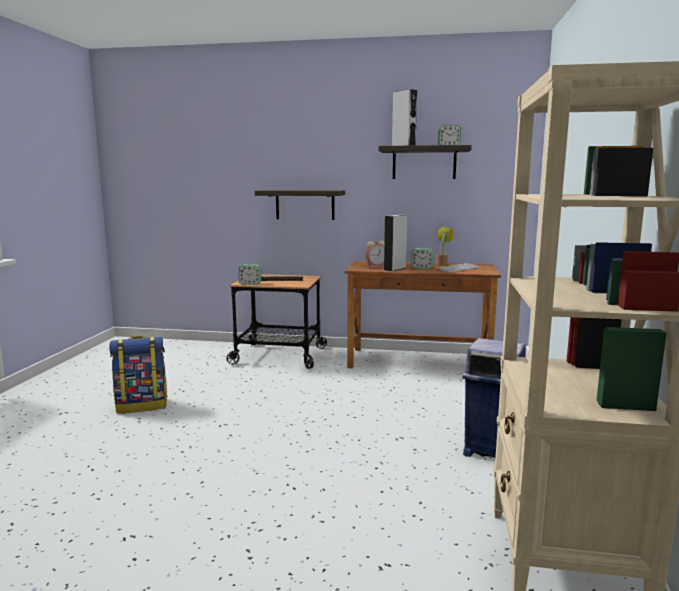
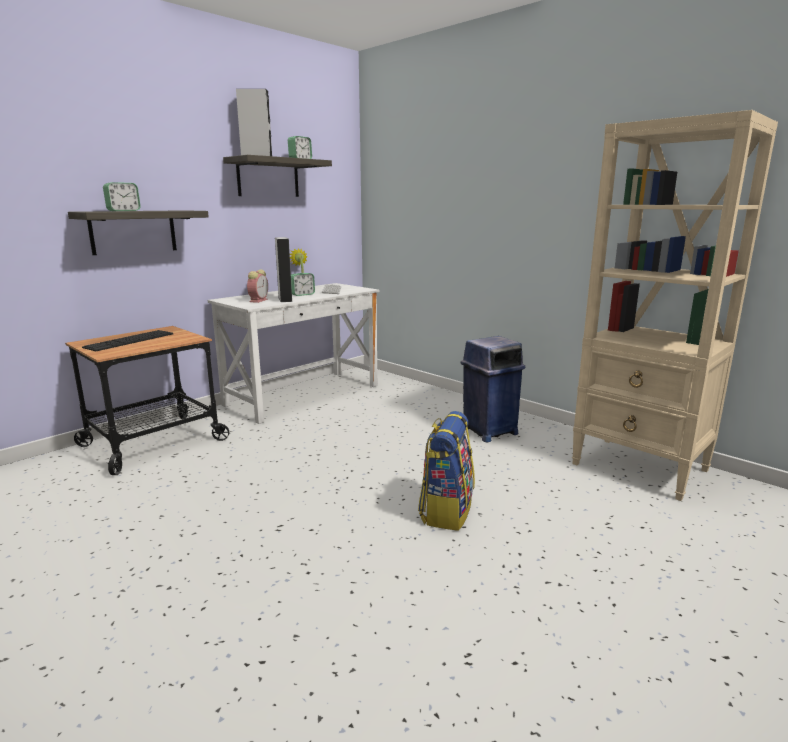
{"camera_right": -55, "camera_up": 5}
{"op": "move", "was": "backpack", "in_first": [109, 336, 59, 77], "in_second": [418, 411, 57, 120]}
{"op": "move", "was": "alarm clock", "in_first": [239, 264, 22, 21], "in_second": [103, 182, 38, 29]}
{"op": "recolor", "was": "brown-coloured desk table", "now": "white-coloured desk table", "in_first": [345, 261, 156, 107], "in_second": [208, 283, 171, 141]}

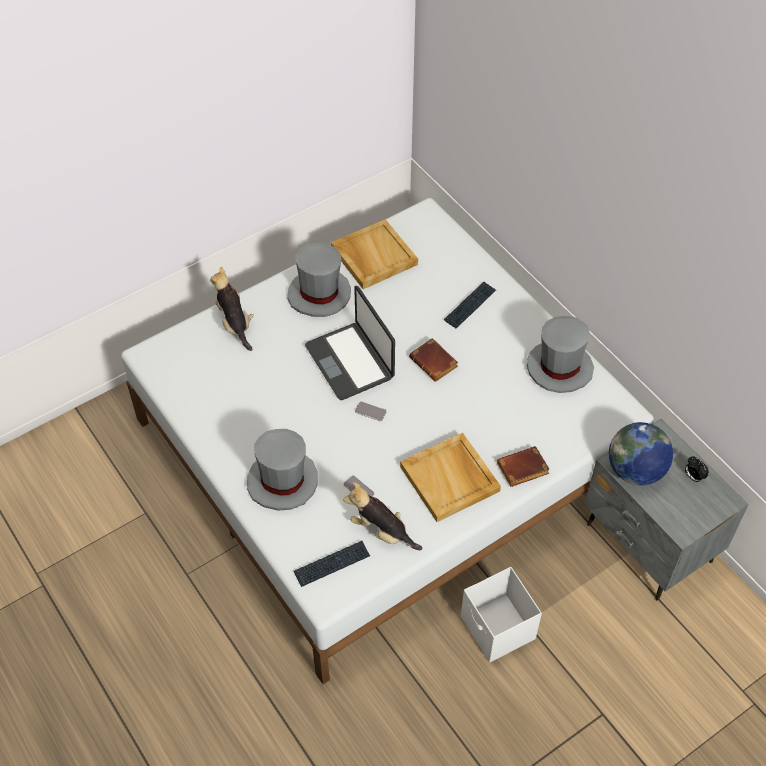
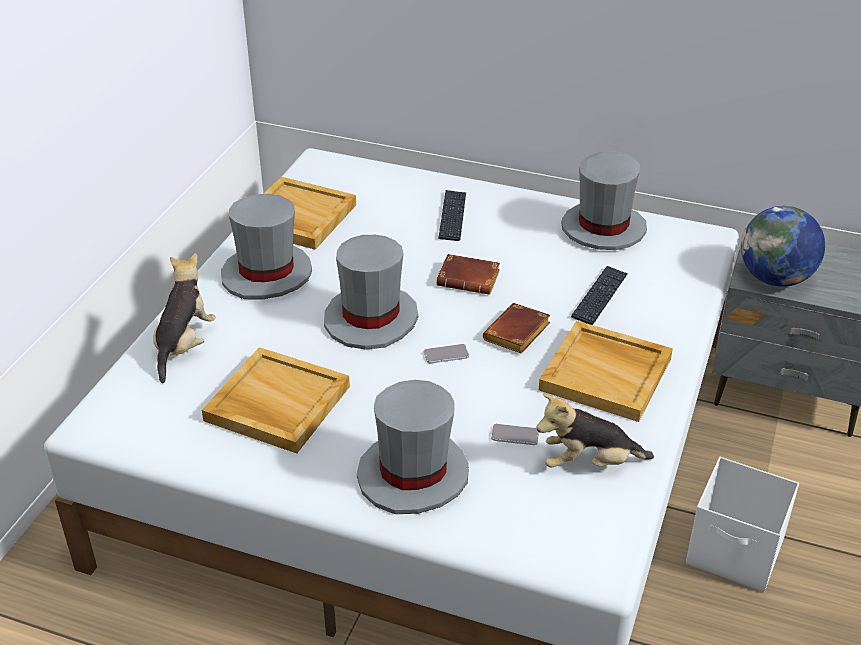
{"camera_right": -35, "camera_up": -15}
{"op": "delete", "was": "alarm clock", "in_first": [685, 456, 24, 26]}
{"op": "insert", "now": "beige-coloured carrying tray", "in_second": [202, 347, 148, 107]}
{"op": "move", "was": "PC keyboard", "in_first": [294, 541, 76, 46], "in_second": [571, 266, 57, 59]}
{"op": "move", "was": "brown-coloured volume", "in_first": [497, 446, 53, 41], "in_second": [483, 303, 67, 51]}
{"op": "replace", "was": "laptop", "now": "gray clothing hat", "in_first": [305, 286, 90, 114], "in_second": [324, 235, 94, 115]}
{"op": "rotate", "was": "cuddly toy", "in_first": [210, 266, 43, 85], "in_second": [153, 253, 63, 130], "clockwise": 75}

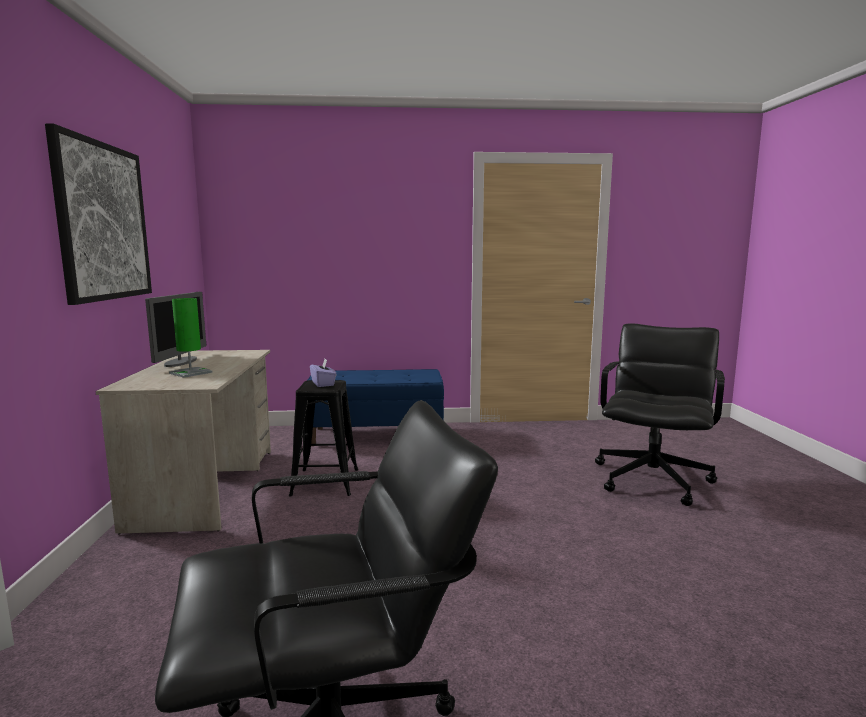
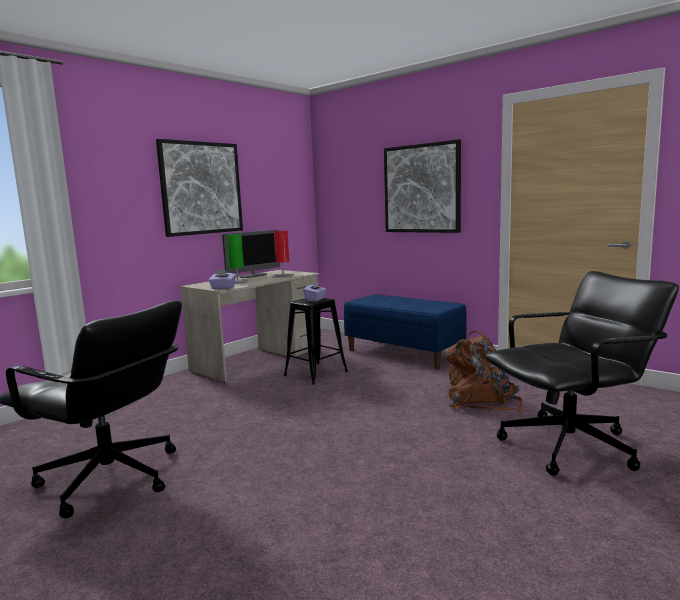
{"camera_right": 45, "camera_up": 0}
{"op": "insert", "now": "purple box of tissues", "in_second": [209, 270, 27, 19]}
{"op": "insert", "now": "reddish lamp for a table", "in_second": [272, 231, 22, 47]}
{"op": "insert", "now": "picture", "in_second": [384, 139, 77, 94]}
{"op": "insert", "now": "brown-coloured backpack", "in_second": [446, 331, 77, 81]}

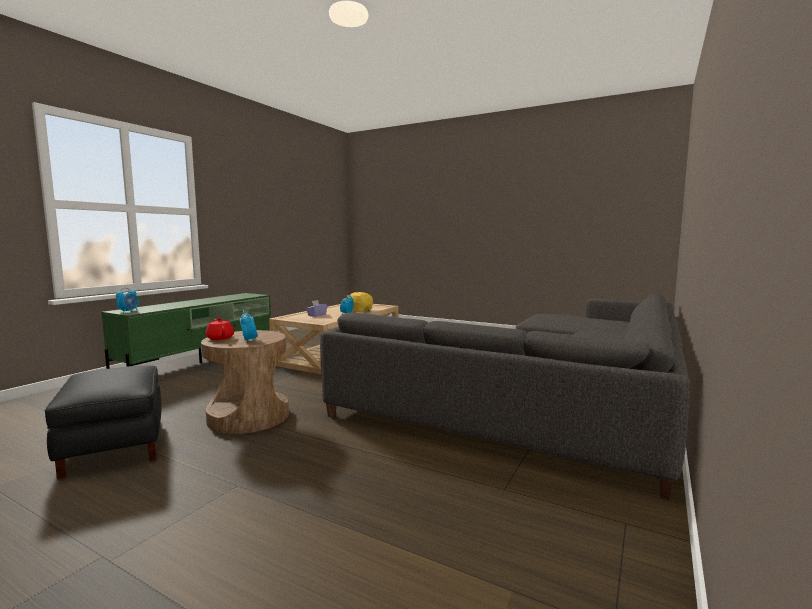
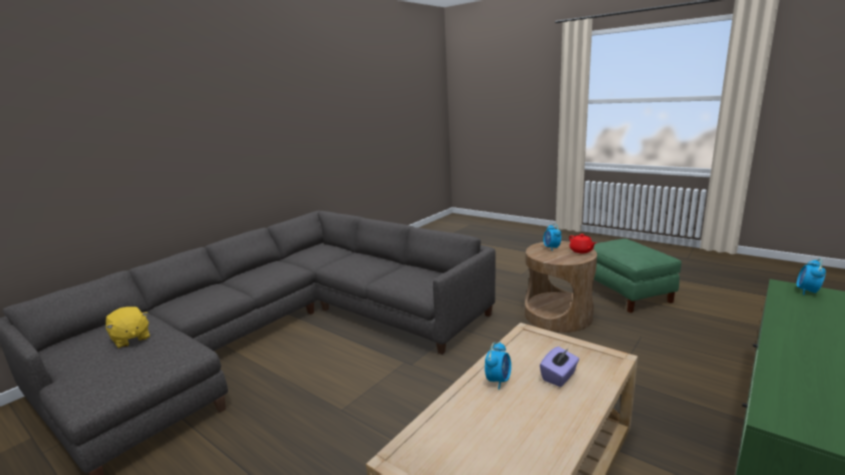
{"camera_right": -170, "camera_up": 10}
{"op": "move", "was": "yellowish cuddly toy", "in_first": [347, 292, 26, 20], "in_second": [106, 307, 44, 41]}
{"op": "recolor", "was": "black-coloured pouffe", "now": "greenish pouffe", "in_first": [45, 365, 117, 114], "in_second": [593, 239, 88, 74]}

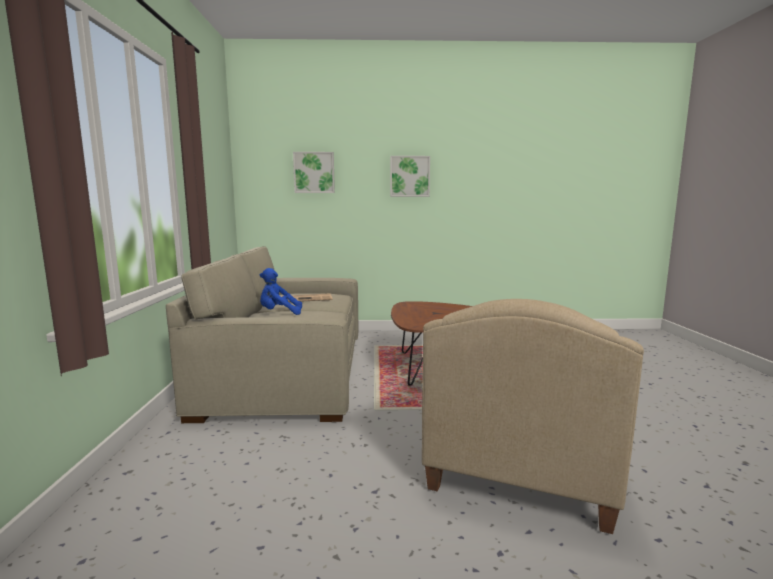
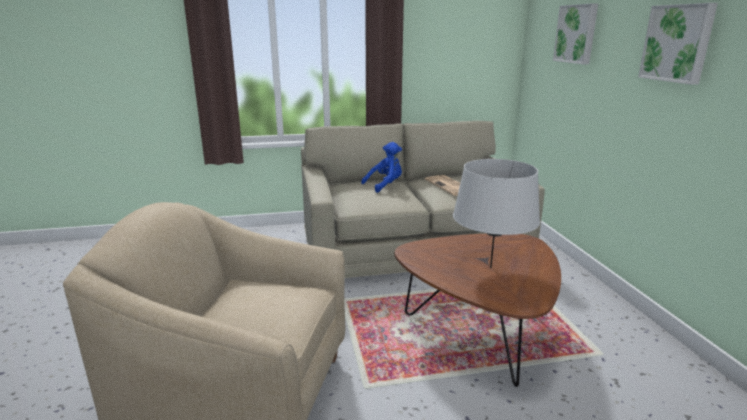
{"camera_right": 80, "camera_up": 10}
{"op": "insert", "now": "gray lamp for a table", "in_second": [453, 159, 87, 109]}
{"op": "rotate", "was": "blue-coloured cuddly toy", "in_first": [260, 268, 42, 47], "in_second": [361, 142, 41, 51], "clockwise": 75}

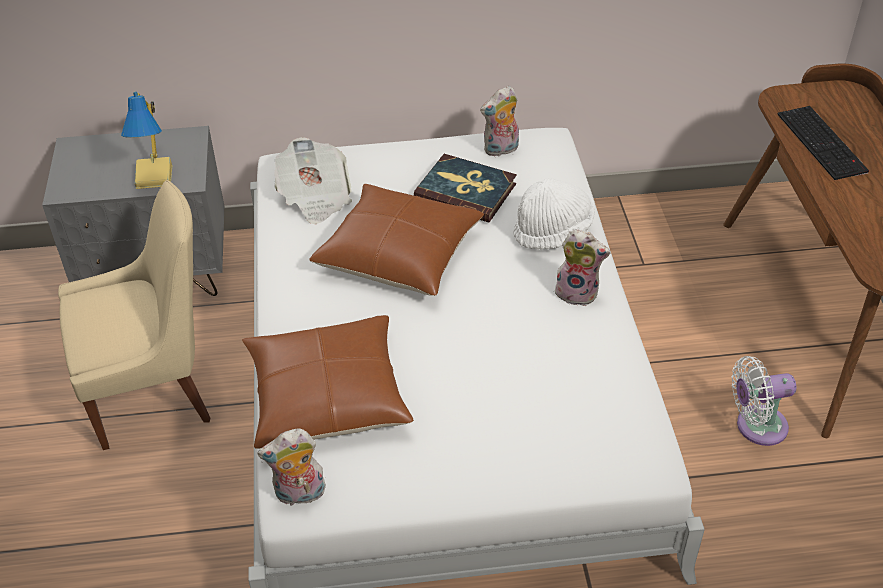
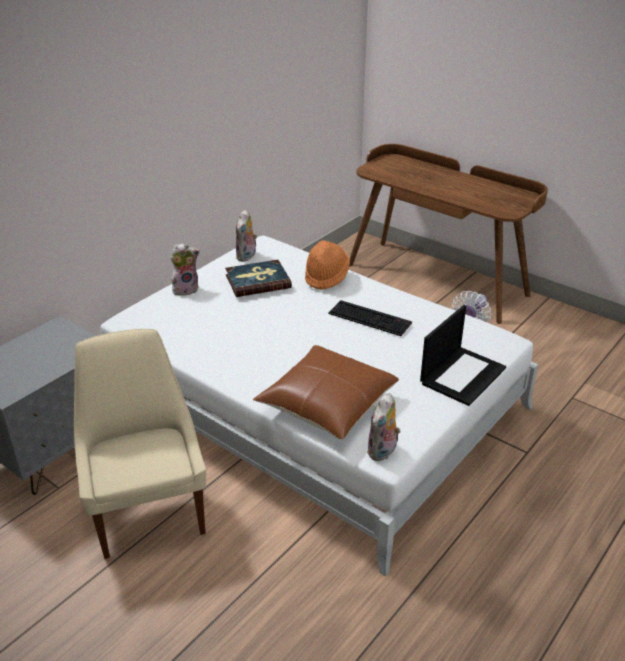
{"camera_right": -45, "camera_up": -10}
{"op": "delete", "was": "lamp for a table", "in_first": [121, 92, 51, 97]}
{"op": "delete", "was": "printed paper", "in_first": [274, 137, 78, 87]}
{"op": "delete", "was": "brown-coloured pillow", "in_first": [309, 184, 175, 112]}
{"op": "insert", "now": "laptop", "in_second": [420, 305, 86, 101]}
{"op": "move", "was": "cuddly toy", "in_first": [553, 229, 58, 77], "in_second": [170, 243, 30, 52]}
{"op": "move", "was": "PC keyboard", "in_first": [777, 106, 92, 74], "in_second": [328, 300, 84, 36]}
{"op": "recolor", "was": "white-coloured clothing hat", "now": "orangey clothing hat", "in_first": [513, 178, 82, 72], "in_second": [305, 240, 45, 50]}
{"op": "rotate", "was": "beige-coloured plain chair", "in_first": [58, 180, 152, 270], "in_second": [74, 329, 132, 230], "clockwise": -45}

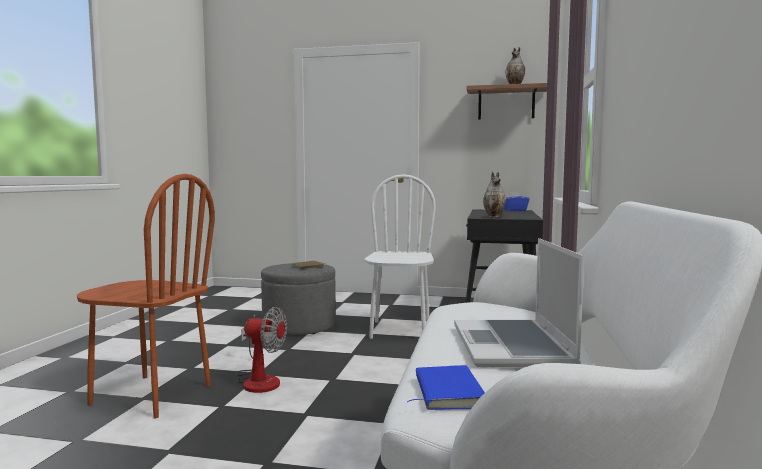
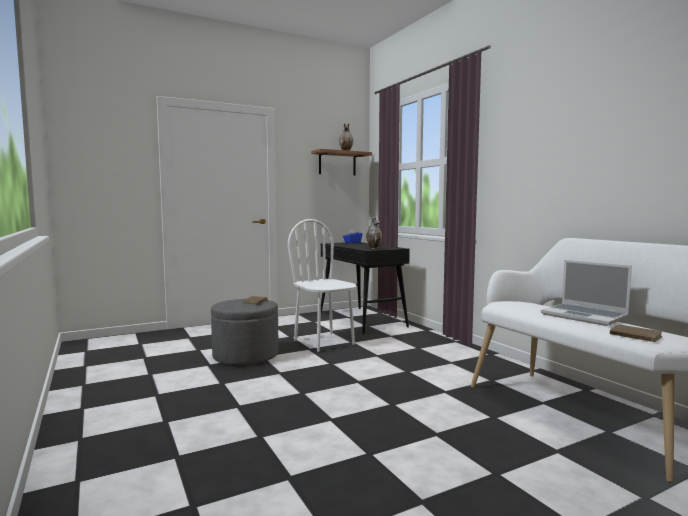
{"camera_right": -40, "camera_up": 0}
{"op": "delete", "was": "brown-coloured plain chair", "in_first": [77, 174, 138, 245]}
{"op": "delete", "was": "fan", "in_first": [236, 307, 51, 86]}
{"op": "recolor", "was": "blue-coloured volume", "now": "brown-coloured volume", "in_first": [407, 365, 78, 45], "in_second": [610, 324, 52, 18]}

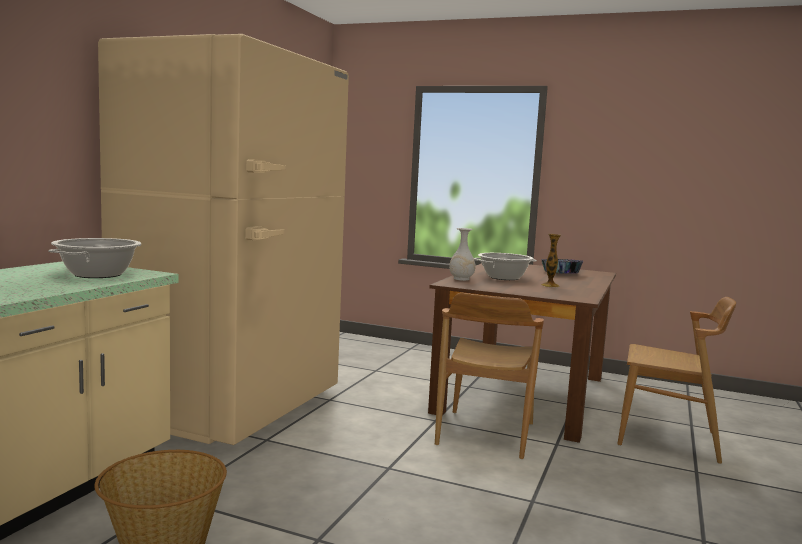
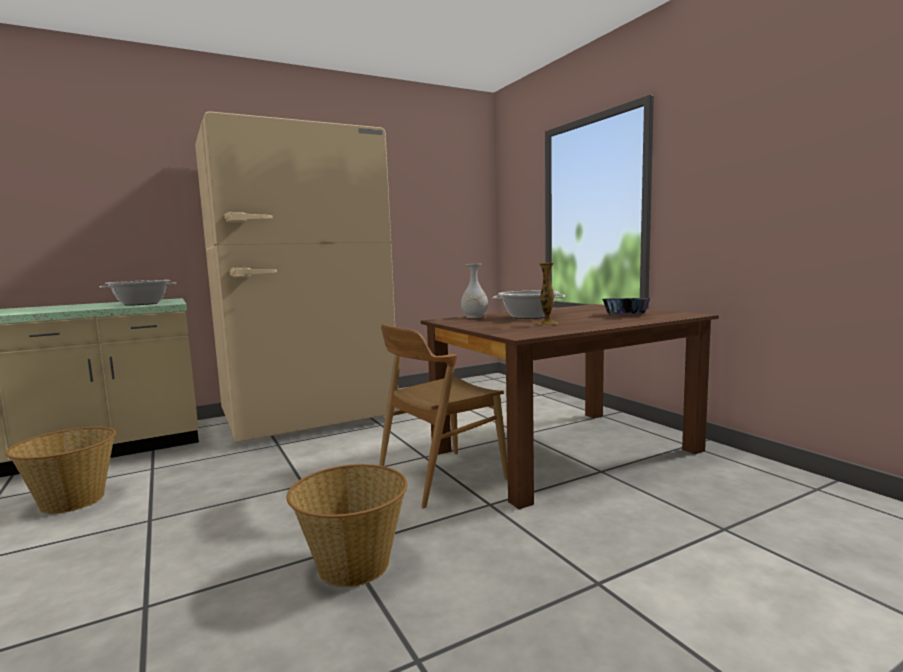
{"camera_right": 40, "camera_up": 0}
{"op": "delete", "was": "brown-coloured plain chair", "in_first": [617, 297, 119, 167]}
{"op": "insert", "now": "basket", "in_second": [286, 464, 121, 123]}

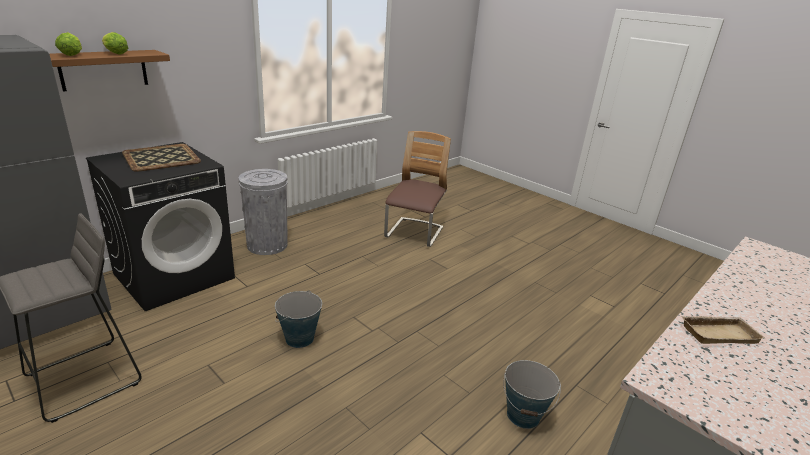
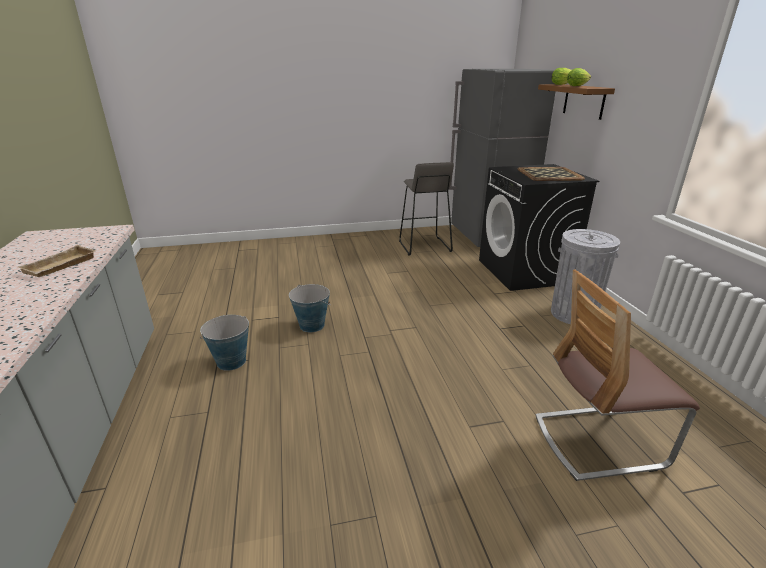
{"camera_right": 125, "camera_up": 0}
{"op": "move", "was": "pail", "in_first": [275, 290, 47, 58], "in_second": [289, 284, 41, 48]}
{"op": "rotate", "was": "plain chair", "in_first": [384, 131, 67, 116], "in_second": [536, 269, 164, 212], "clockwise": 120}

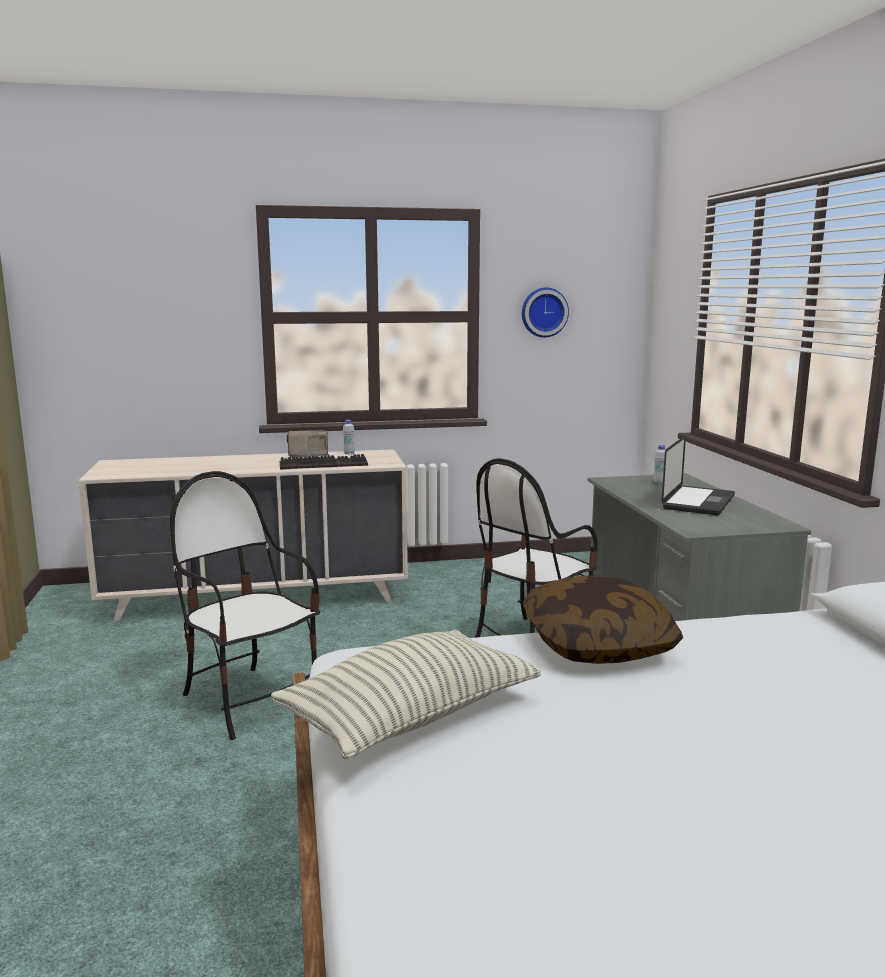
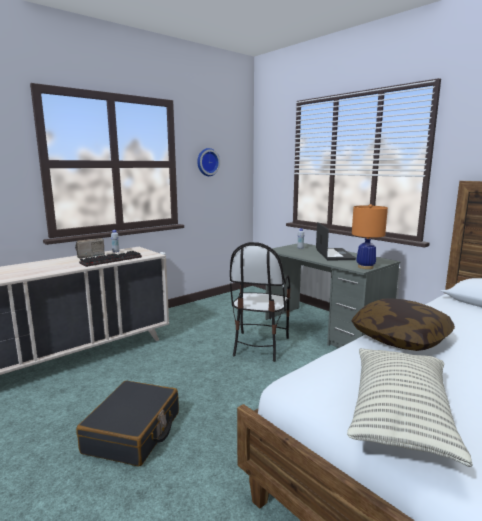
{"camera_right": -30, "camera_up": 0}
{"op": "insert", "now": "orangey lamp for a table", "in_second": [352, 204, 36, 65]}
{"op": "replace", "was": "plain chair", "now": "black-coloured travel case", "in_first": [170, 471, 150, 269], "in_second": [76, 381, 103, 86]}

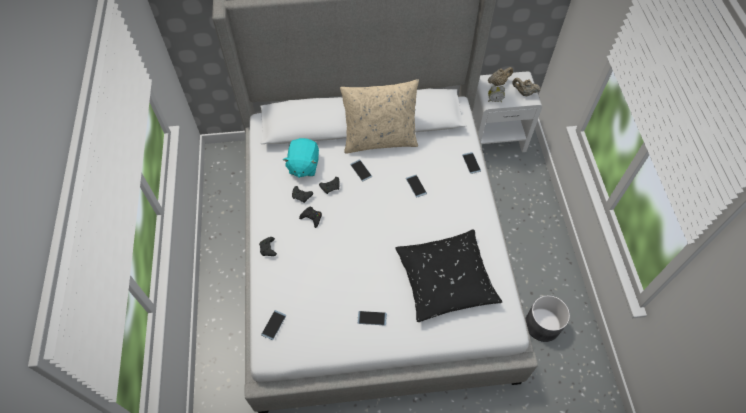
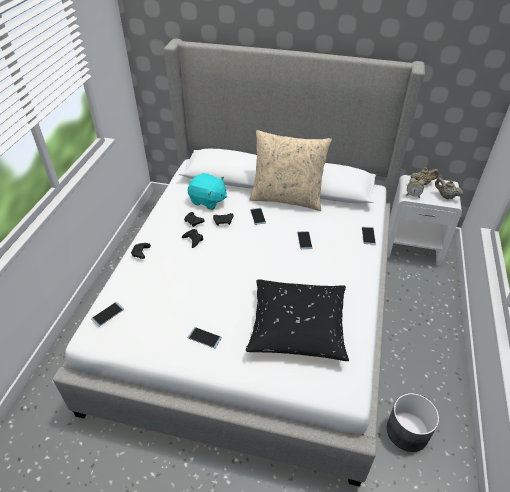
{"camera_right": 20, "camera_up": -15}
{"op": "rotate", "was": "turquoise-coloured cuddly toy", "in_first": [283, 138, 36, 40], "in_second": [188, 173, 39, 37], "clockwise": -90}

